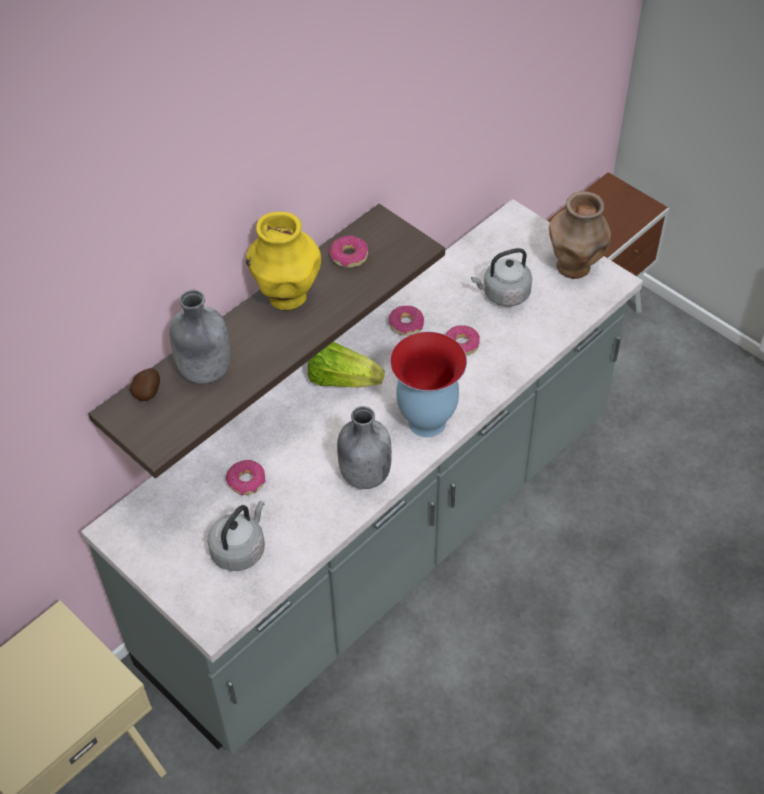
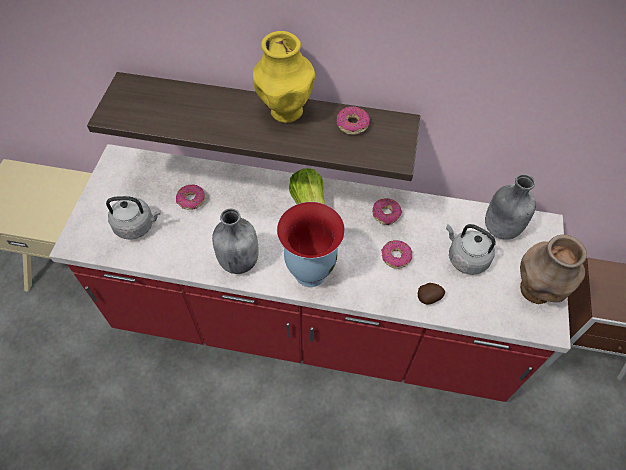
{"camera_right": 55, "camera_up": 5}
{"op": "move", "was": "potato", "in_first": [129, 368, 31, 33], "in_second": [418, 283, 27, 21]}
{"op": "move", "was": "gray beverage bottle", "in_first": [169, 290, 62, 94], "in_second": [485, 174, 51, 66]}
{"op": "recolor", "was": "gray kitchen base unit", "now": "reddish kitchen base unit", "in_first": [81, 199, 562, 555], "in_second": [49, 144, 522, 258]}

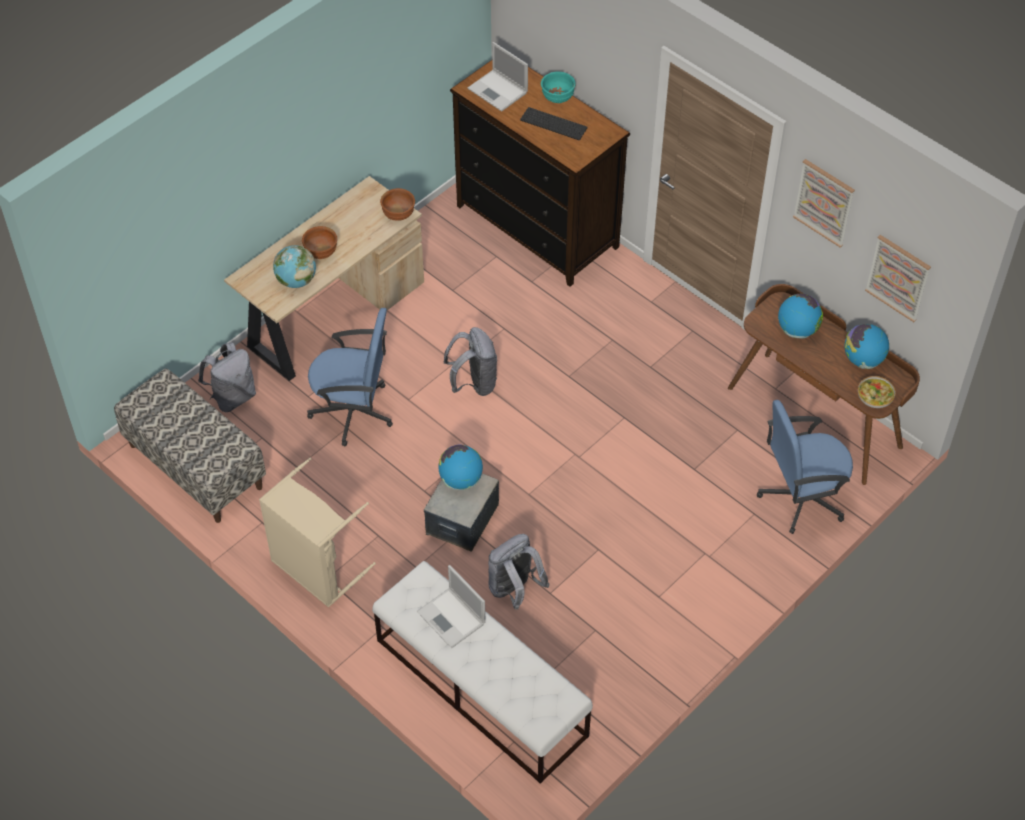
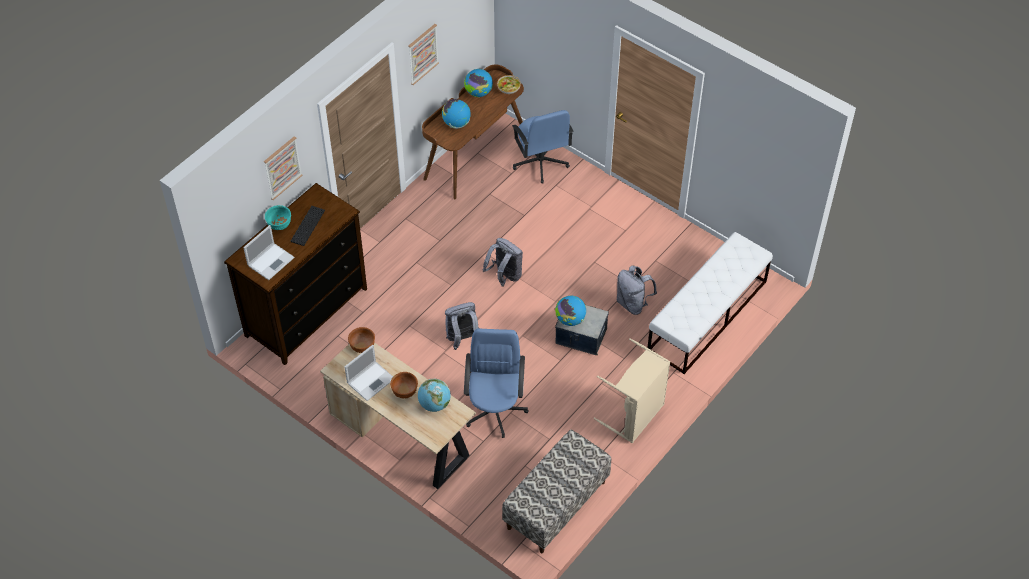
{"camera_right": -95, "camera_up": 0}
{"op": "move", "was": "gray backpack", "in_first": [198, 342, 58, 70], "in_second": [482, 238, 41, 49]}
{"op": "move", "was": "laptop", "in_first": [417, 565, 69, 83], "in_second": [345, 345, 48, 56]}
{"op": "move", "was": "picture", "in_first": [865, 235, 66, 87], "in_second": [264, 136, 39, 64]}

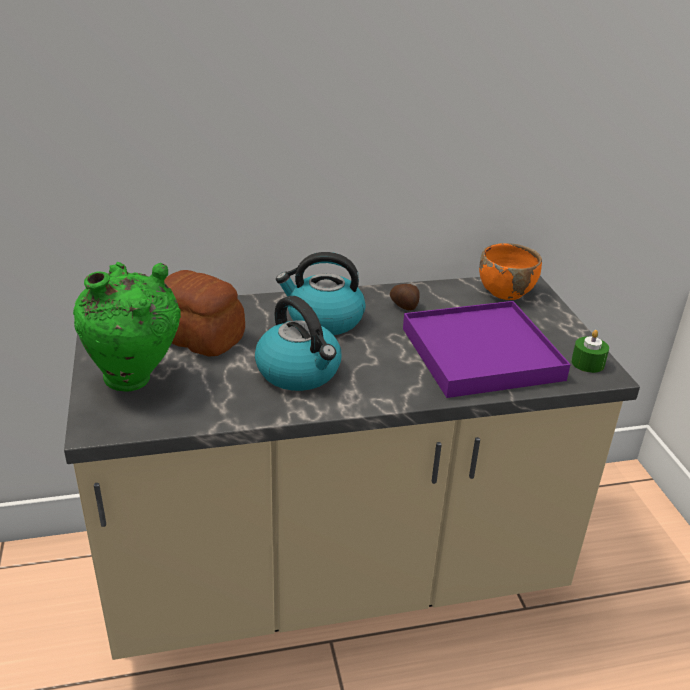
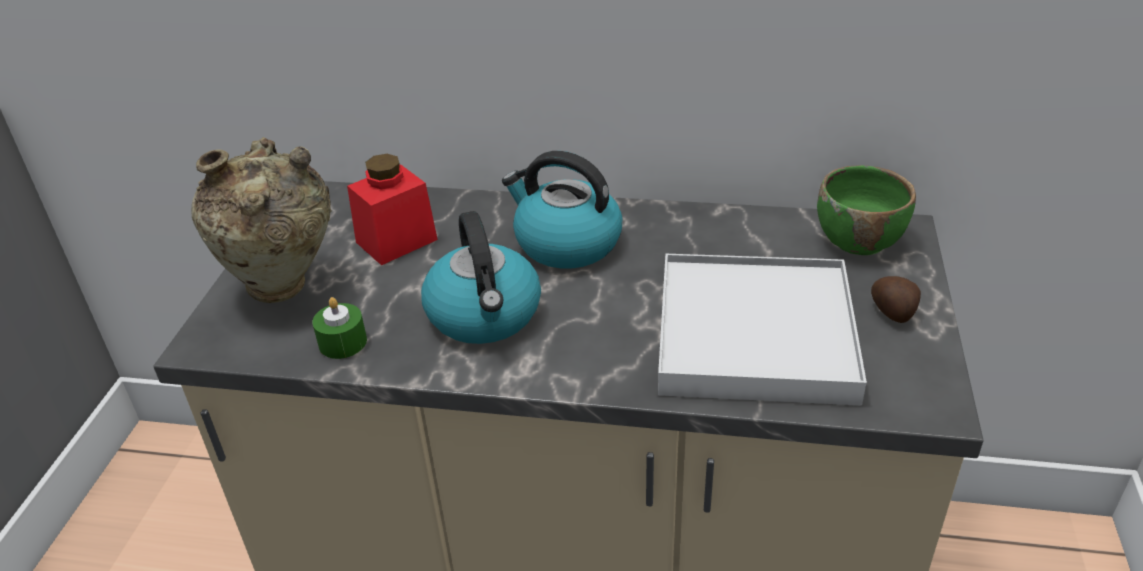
{"camera_right": 25, "camera_up": 5}
{"op": "move", "was": "potato", "in_first": [390, 284, 30, 27], "in_second": [871, 276, 50, 47]}
{"op": "move", "was": "greenish candle", "in_first": [571, 330, 38, 43], "in_second": [312, 297, 55, 62]}
{"op": "replace", "was": "baked bread", "now": "reddish storage jar", "in_first": [164, 270, 81, 87], "in_second": [347, 154, 91, 111]}
{"op": "recolor", "was": "greenish flower vase", "now": "beige-coloured flower vase", "in_first": [73, 262, 108, 130], "in_second": [191, 137, 141, 166]}
{"op": "recolor", "was": "purple carrying tray", "now": "white-coloured carrying tray", "in_first": [403, 301, 168, 97], "in_second": [658, 254, 209, 151]}
{"op": "recolor", "was": "orangey bowl", "now": "greenish bowl", "in_first": [479, 243, 63, 57], "in_second": [817, 165, 99, 90]}

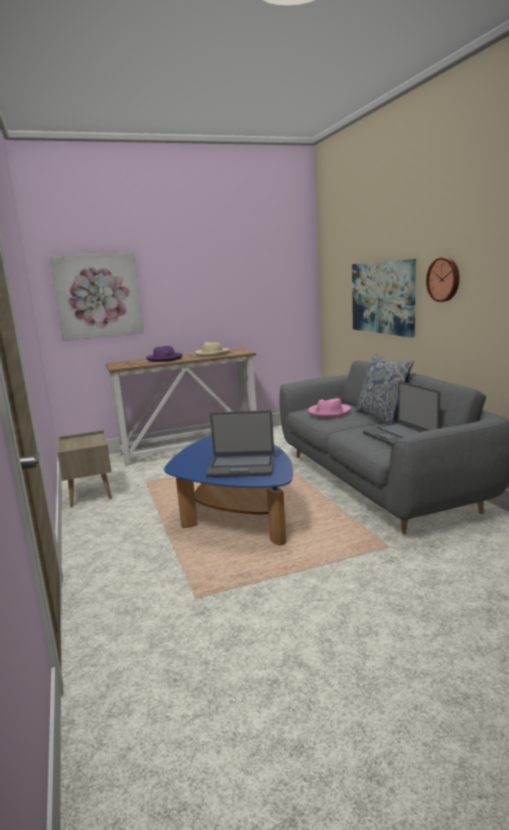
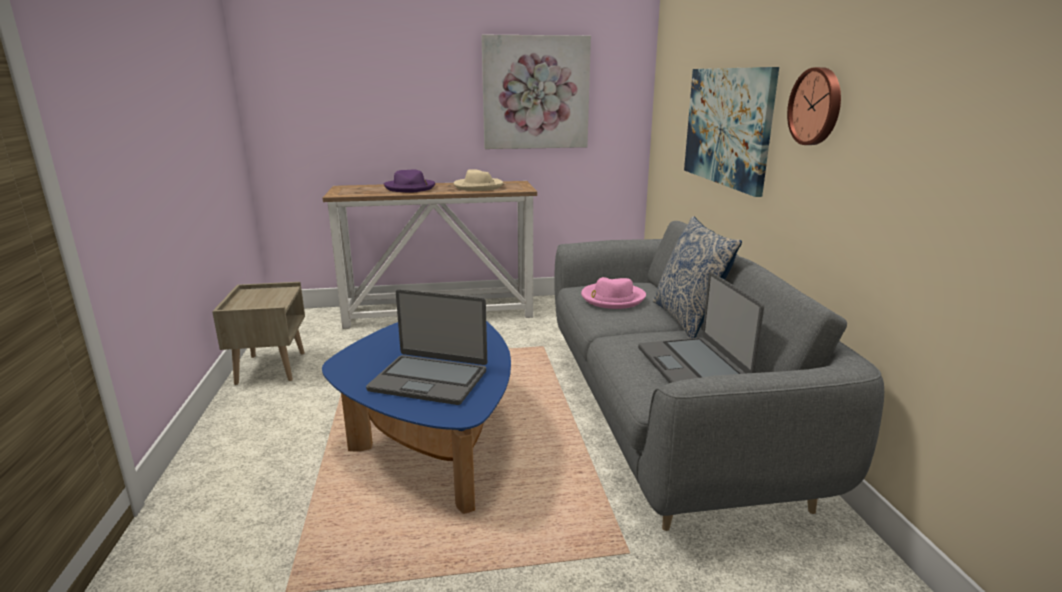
{"camera_right": 10, "camera_up": 5}
{"op": "move", "was": "picture", "in_first": [49, 252, 95, 89], "in_second": [481, 35, 110, 114]}

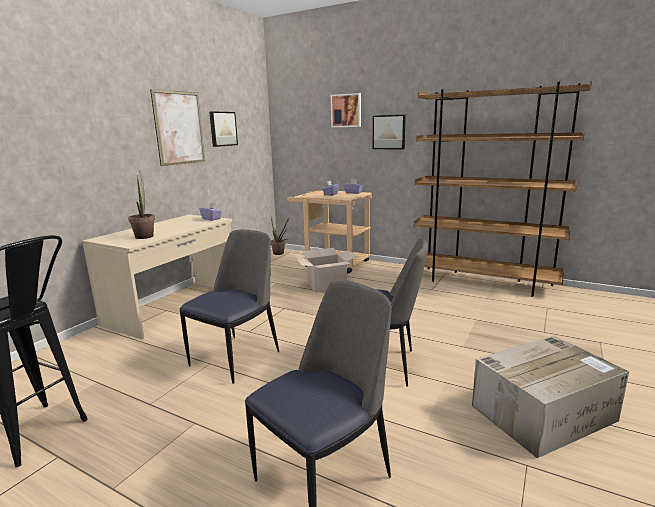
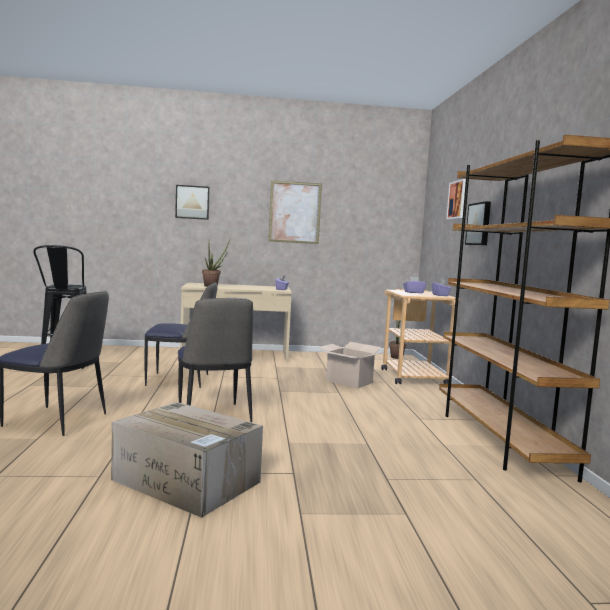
{"camera_right": 55, "camera_up": -10}
{"op": "move", "was": "picture", "in_first": [209, 111, 29, 36], "in_second": [175, 185, 35, 35]}

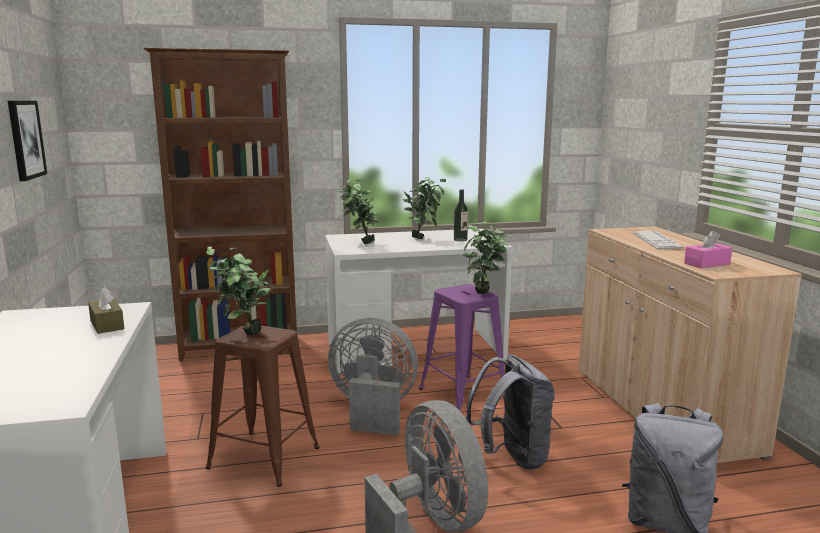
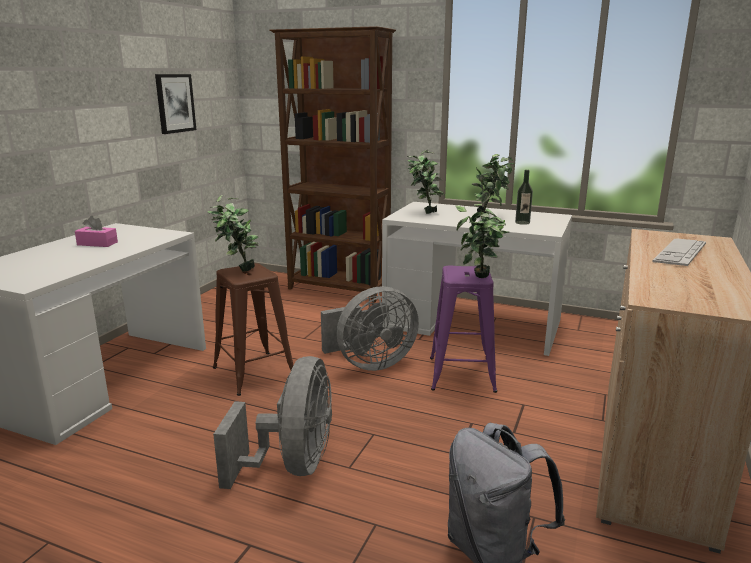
{"camera_right": 35, "camera_up": 5}
{"op": "delete", "was": "brown-coloured box of tissues", "in_first": [88, 287, 36, 47]}
{"op": "delete", "was": "gray backpack", "in_first": [465, 354, 90, 116]}
{"op": "move", "was": "pink box of tissues", "in_first": [684, 230, 48, 38], "in_second": [75, 216, 43, 31]}
{"op": "rotate", "was": "gray fan", "in_first": [328, 318, 90, 118], "in_second": [321, 286, 98, 85], "clockwise": 105}

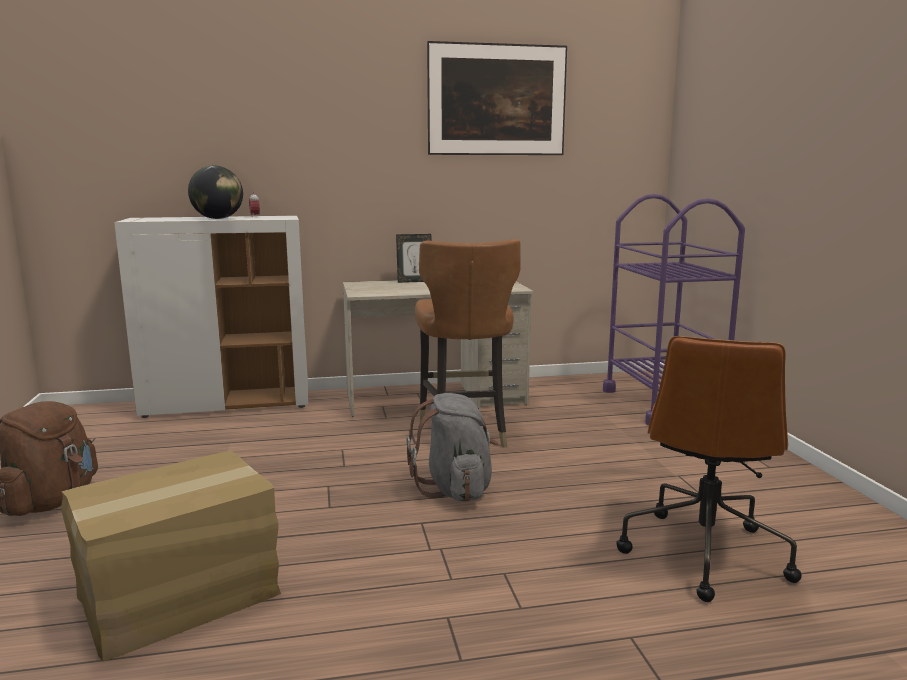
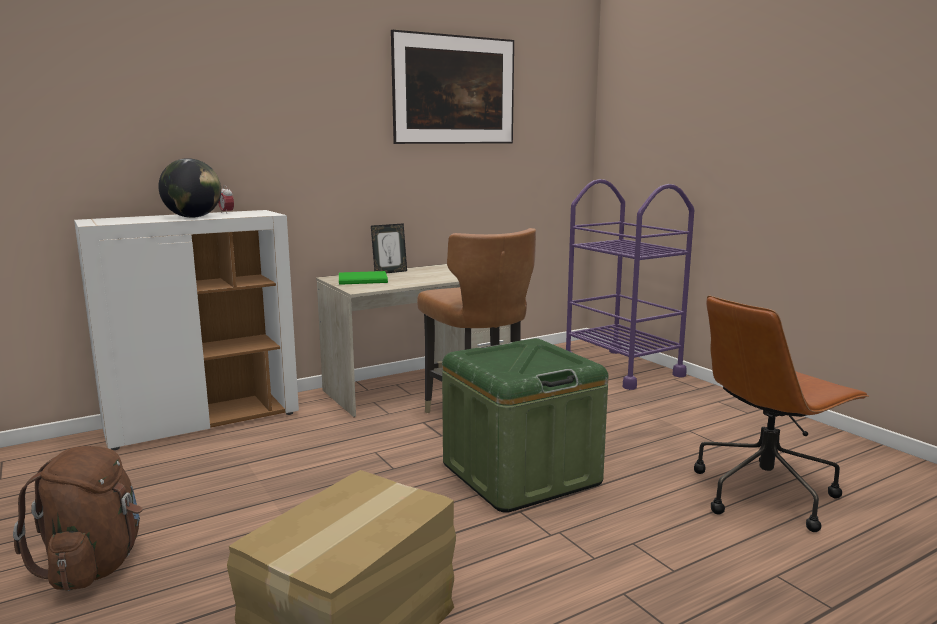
{"camera_right": -20, "camera_up": 0}
{"op": "insert", "now": "greenish volume", "in_second": [339, 271, 49, 14]}
{"op": "replace", "was": "gray backpack", "now": "greenish storage bin", "in_first": [406, 393, 92, 109], "in_second": [442, 338, 166, 175]}
{"op": "rotate", "was": "brown-coloured office chair", "in_first": [616, 336, 186, 266], "in_second": [694, 295, 175, 237], "clockwise": 60}

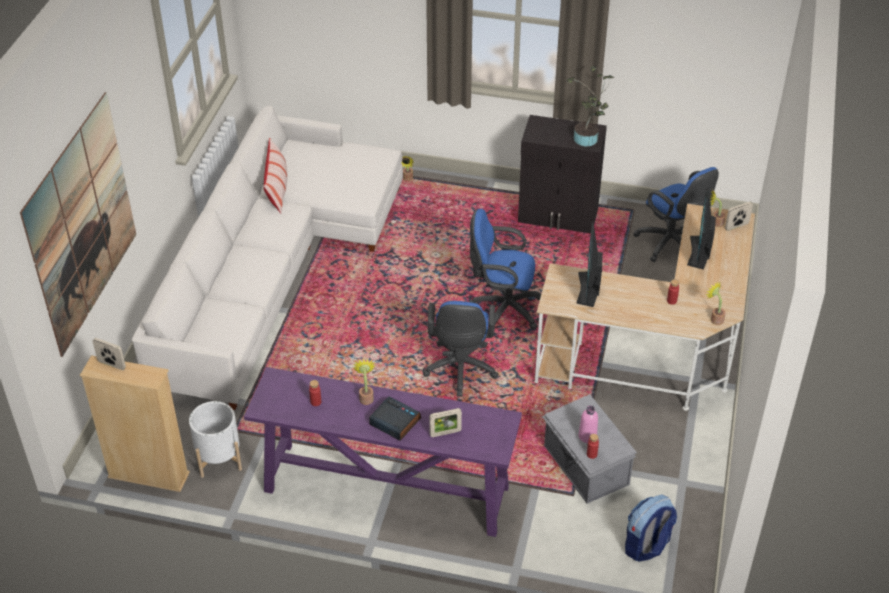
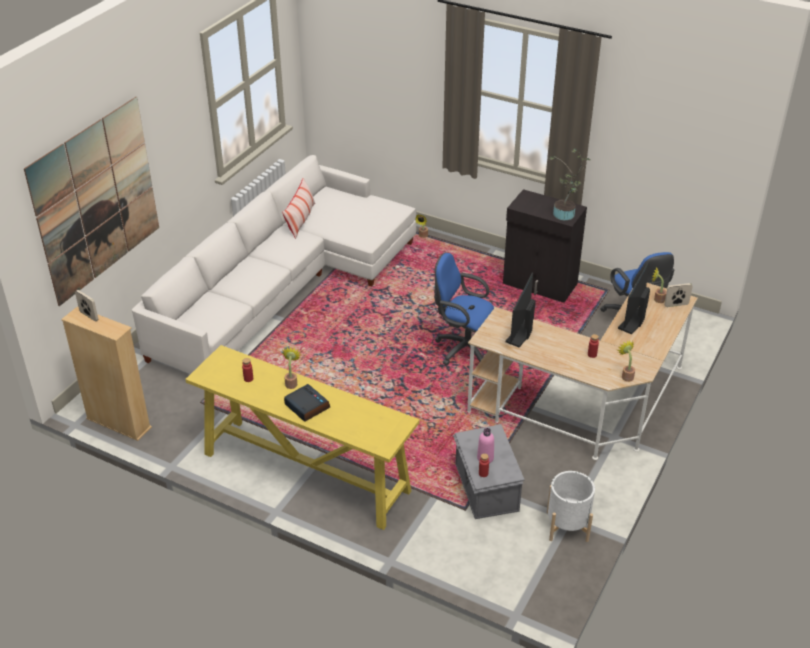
{"camera_right": 15, "camera_up": -5}
{"op": "delete", "was": "blue-coloured office chair", "in_first": [423, 301, 76, 96]}
{"op": "delete", "was": "picture frame", "in_first": [429, 408, 33, 29]}
{"op": "delete", "was": "backpack", "in_first": [625, 494, 52, 68]}
{"op": "move", "was": "white-coloured flower pot", "in_first": [189, 401, 53, 77], "in_second": [547, 471, 48, 71]}
{"op": "recolor", "was": "purple hall table", "now": "yellowish hall table", "in_first": [244, 367, 278, 170], "in_second": [185, 345, 235, 185]}

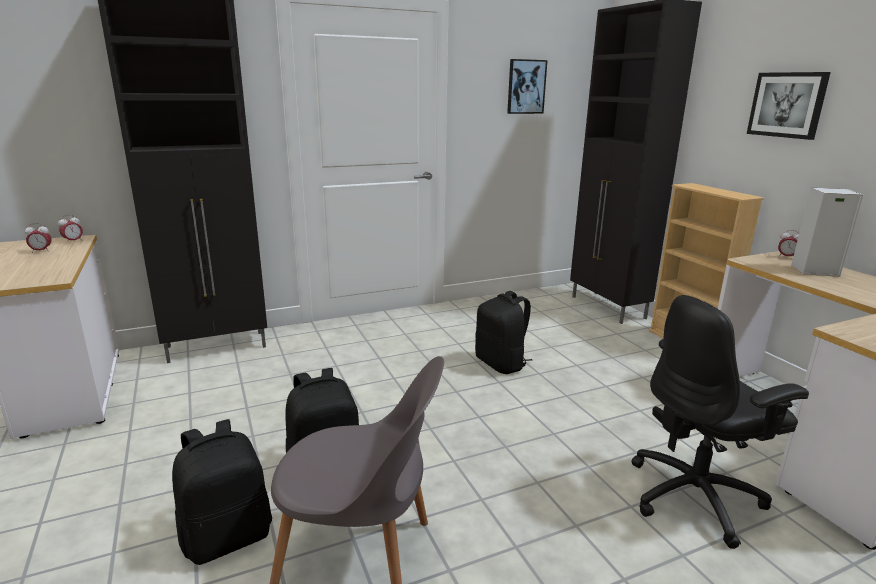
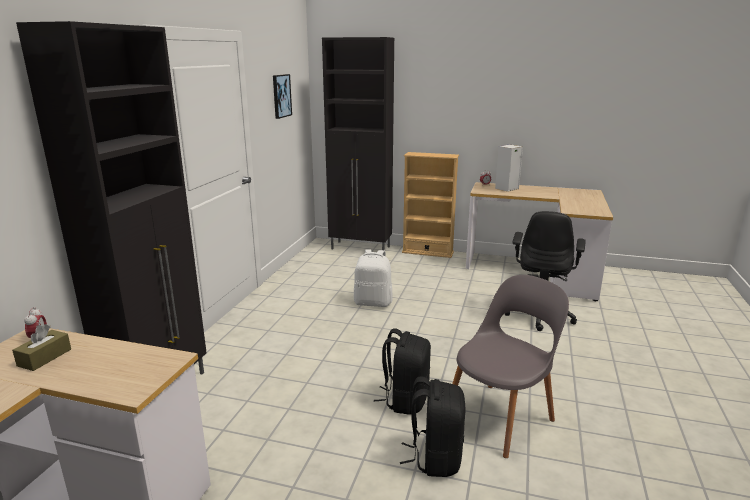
{"camera_right": -50, "camera_up": 0}
{"op": "delete", "was": "picture", "in_first": [747, 72, 84, 68]}
{"op": "replace", "was": "alarm clock", "now": "brown-coloured box of tissues", "in_first": [25, 223, 26, 30], "in_second": [12, 324, 59, 47]}
{"op": "recolor", "was": "black-coloured backpack", "now": "white-coloured backpack", "in_first": [475, 291, 57, 83], "in_second": [354, 249, 38, 58]}

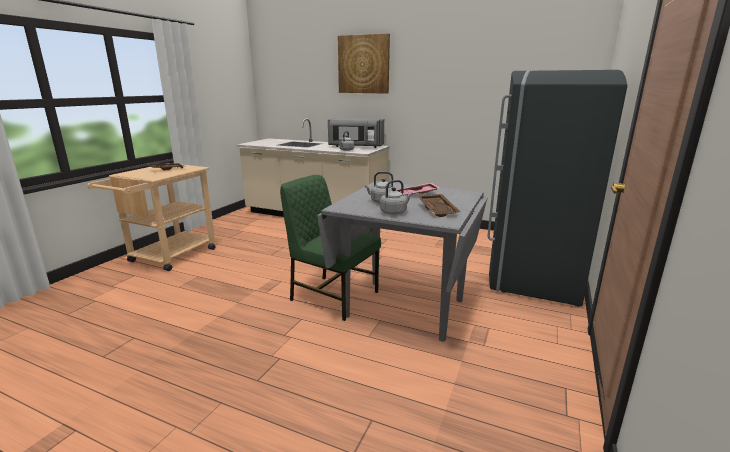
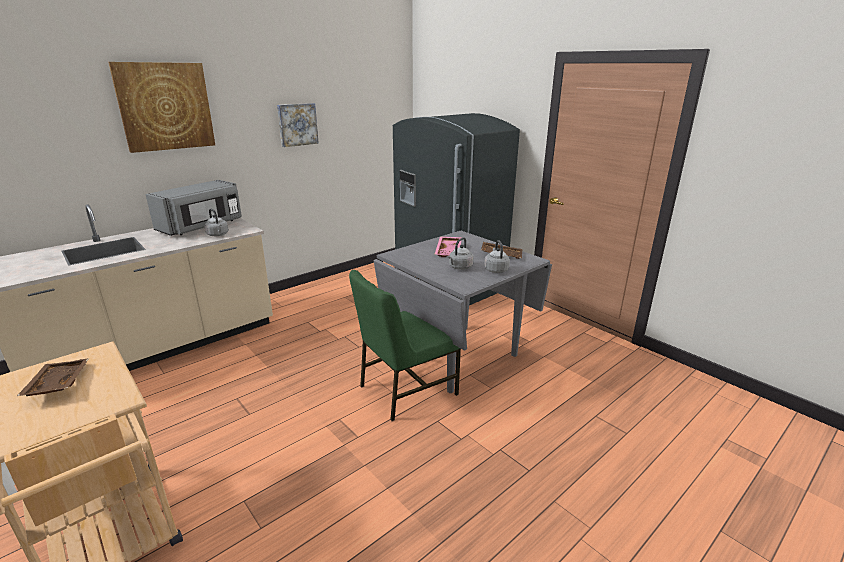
{"camera_right": -65, "camera_up": 5}
{"op": "insert", "now": "picture", "in_second": [277, 103, 42, 44]}

